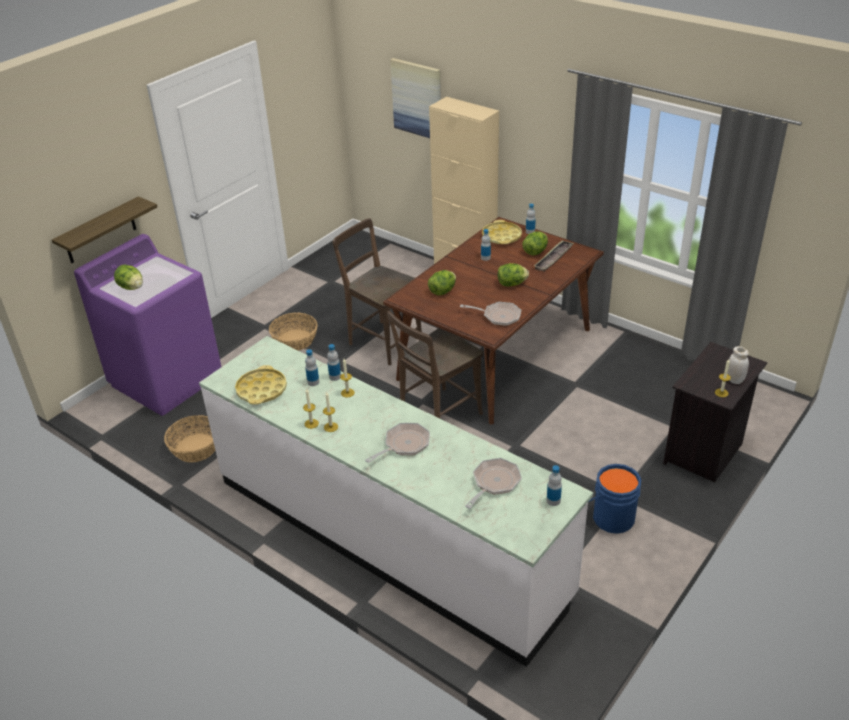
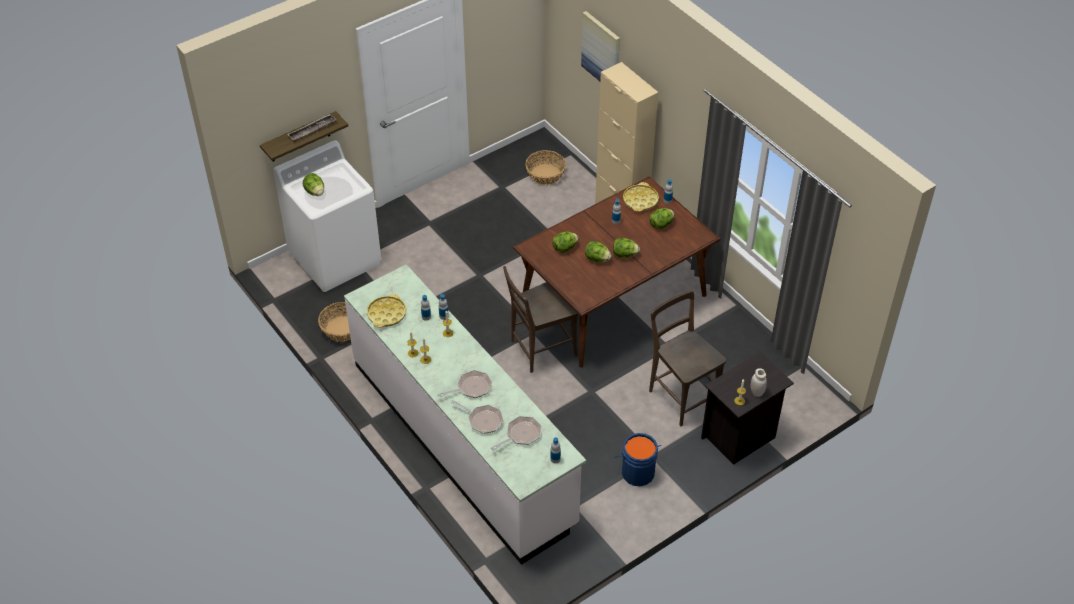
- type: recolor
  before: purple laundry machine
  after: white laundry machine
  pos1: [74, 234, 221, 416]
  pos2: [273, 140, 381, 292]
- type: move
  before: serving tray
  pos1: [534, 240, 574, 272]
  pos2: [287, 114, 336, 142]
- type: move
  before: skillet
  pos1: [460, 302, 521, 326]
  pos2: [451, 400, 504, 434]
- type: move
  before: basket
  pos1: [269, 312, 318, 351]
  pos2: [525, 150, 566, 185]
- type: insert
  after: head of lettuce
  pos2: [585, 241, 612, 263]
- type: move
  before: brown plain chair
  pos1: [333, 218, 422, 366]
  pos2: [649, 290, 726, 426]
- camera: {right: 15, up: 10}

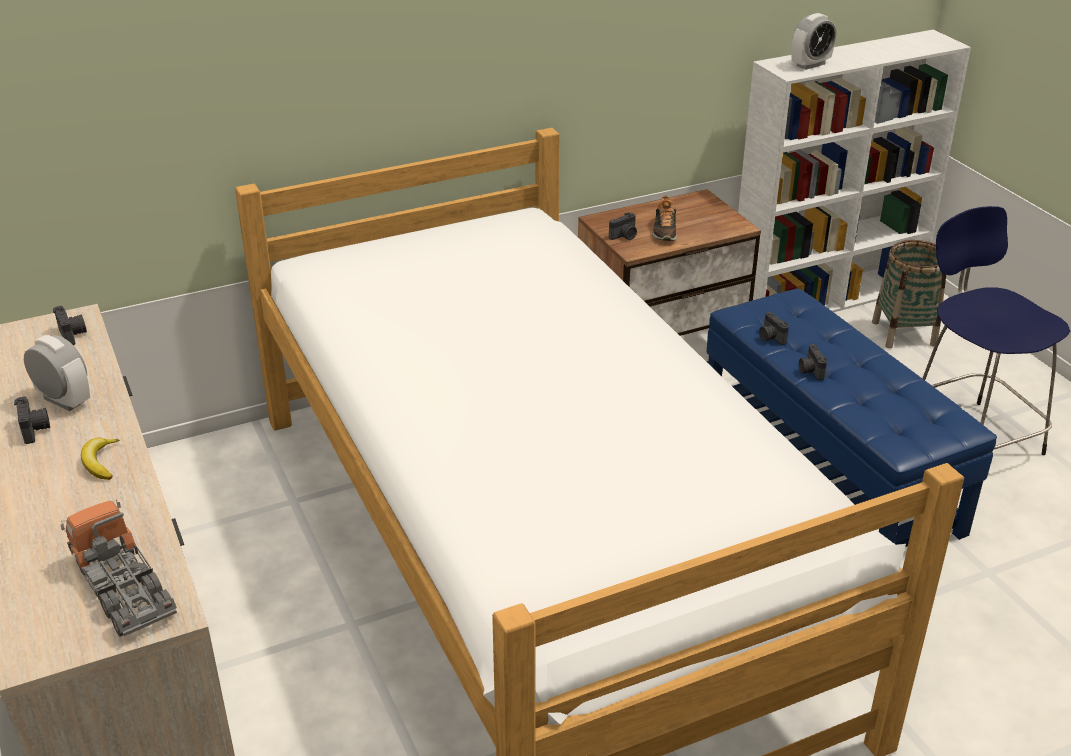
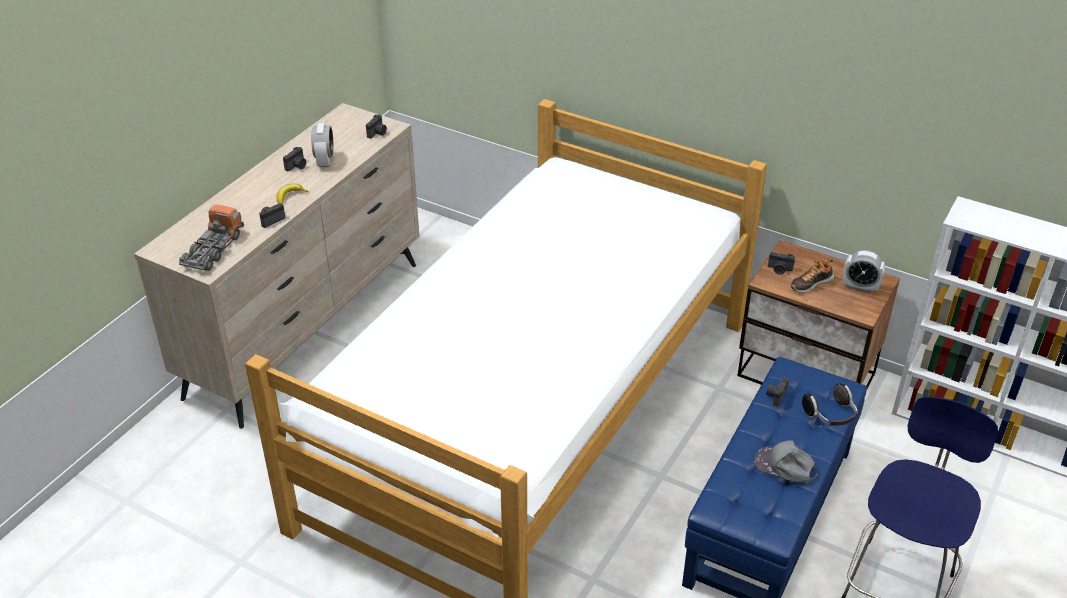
- type: move
  before: still camera
  pos1: [799, 344, 827, 380]
  pos2: [259, 203, 285, 228]
- type: insert
  after: greyish baseball cap
  pos2: [754, 440, 817, 483]
- type: insert
  after: pair of headphones
  pos2: [802, 383, 858, 426]
- type: move
  before: bedside clock
  pos1: [791, 13, 836, 70]
  pos2: [843, 250, 885, 293]
- type: delete
  before: basket
  pos1: [872, 240, 946, 348]
- camera: {right: 55, up: 5}

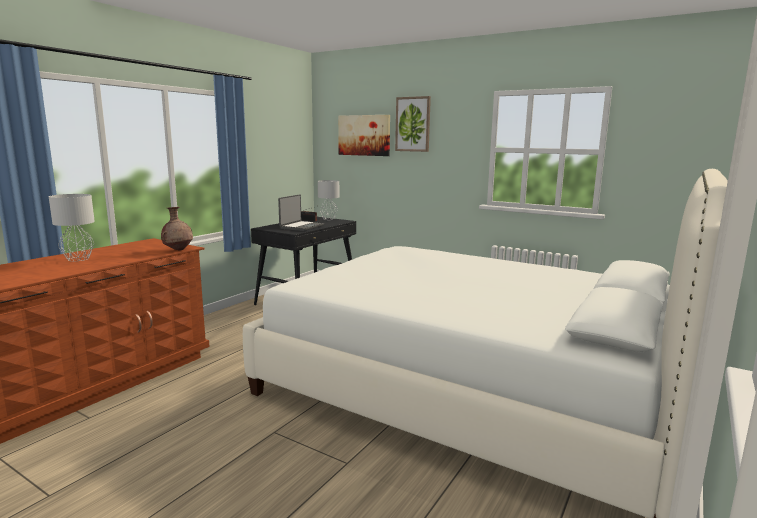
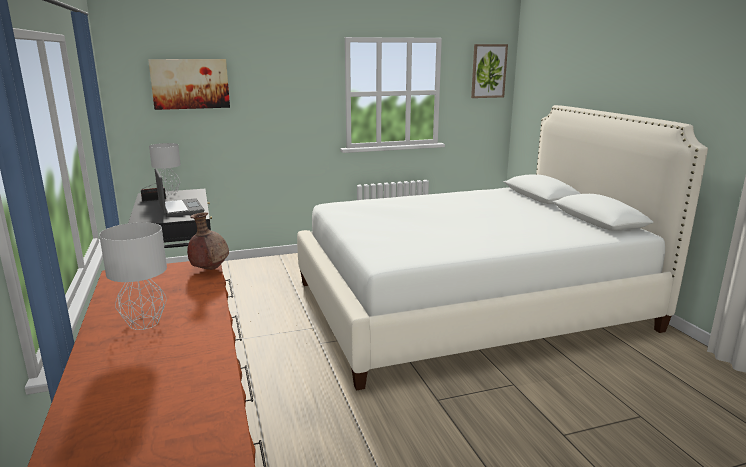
- type: move
  before: wall picture
  pos1: [395, 96, 431, 152]
  pos2: [471, 44, 508, 98]
- camera: {right: -50, up: 5}

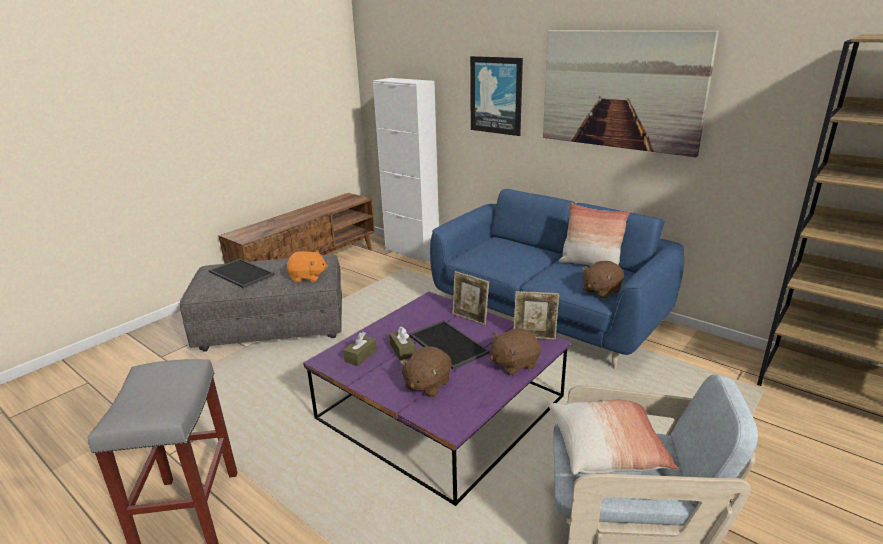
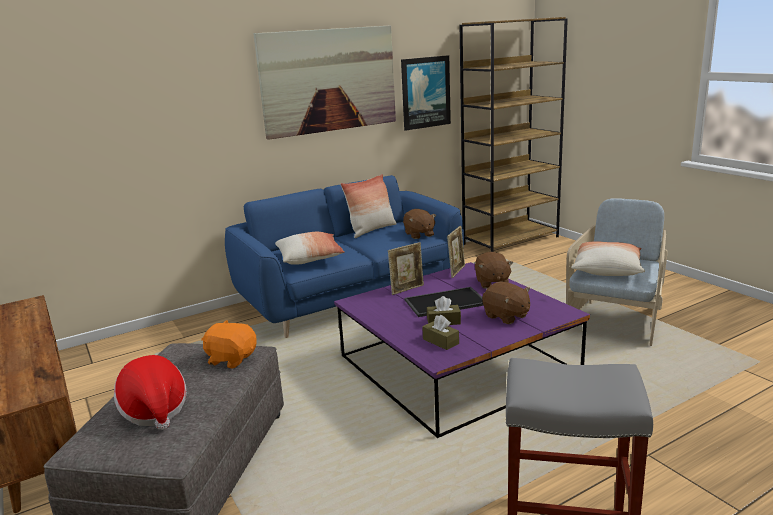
- type: replace
  before: serving tray
  after: wearable hat
  pos1: [209, 259, 275, 288]
  pos2: [114, 355, 187, 430]
- type: rotate
  before: orangey cuddly toy
  pos1: [287, 250, 328, 282]
  pos2: [201, 320, 257, 369]
  turn: -90
- type: insert
  after: throw pillow
  pos2: [275, 232, 345, 265]
- type: move
  before: wall picture
  pos1: [470, 56, 523, 136]
  pos2: [401, 55, 451, 131]
- type: delete
  before: white cabinet
  pos1: [373, 78, 439, 262]
- camera: {right: -70, up: -5}

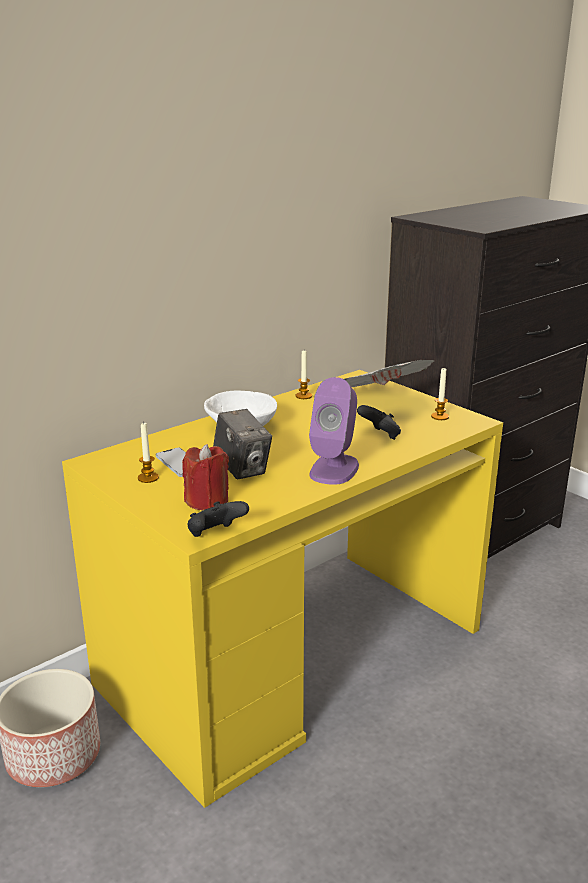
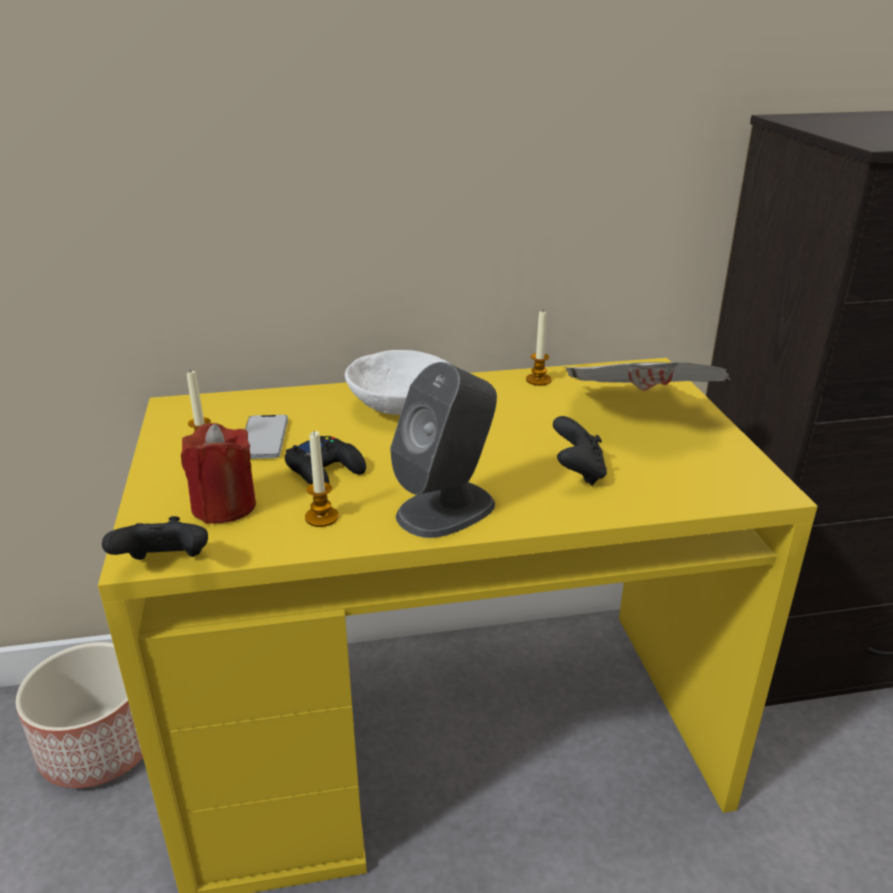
- type: replace
  before: still camera
  after: black game controller
  pos1: [213, 409, 272, 479]
  pos2: [285, 436, 366, 485]
- type: move
  before: candle
  pos1: [431, 368, 449, 420]
  pos2: [305, 431, 339, 527]
- type: recolor
  before: purple audio speaker
  after: greyish audio speaker
  pos1: [309, 377, 359, 485]
  pos2: [390, 362, 497, 538]
- camera: {right: 30, up: 5}

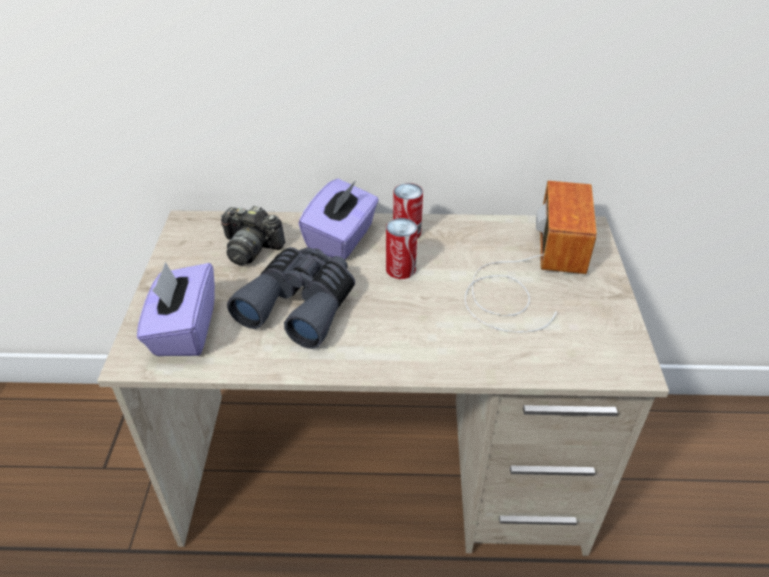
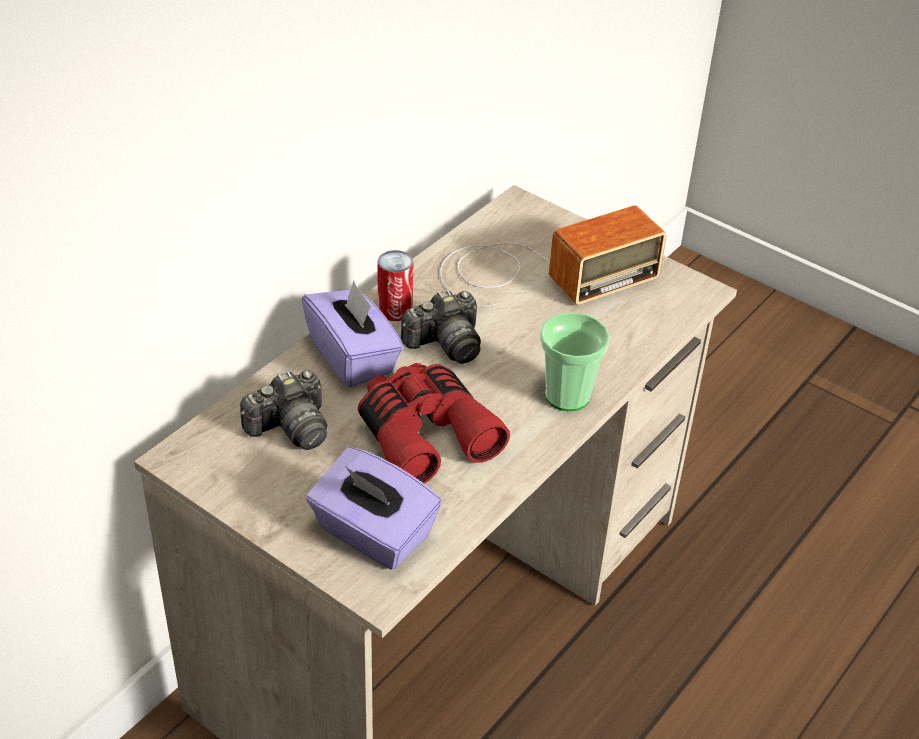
- type: recolor
  before: greyish binoculars
  after: red-coloured binoculars
  pos1: [227, 247, 355, 349]
  pos2: [358, 363, 510, 484]
- type: replace
  before: can
  after: still camera
  pos1: [386, 218, 417, 279]
  pos2: [401, 290, 481, 364]
- type: rotate
  before: radio set
  pos1: [465, 181, 597, 332]
  pos2: [440, 205, 667, 307]
  turn: 105
- type: insert
  after: small cup
  pos2: [540, 312, 610, 411]
- camera: {right: -55, up: 0}

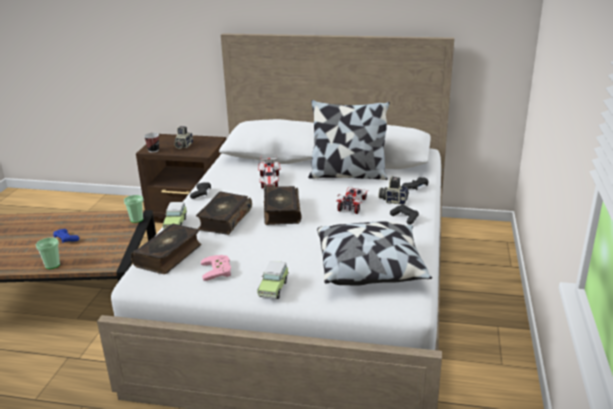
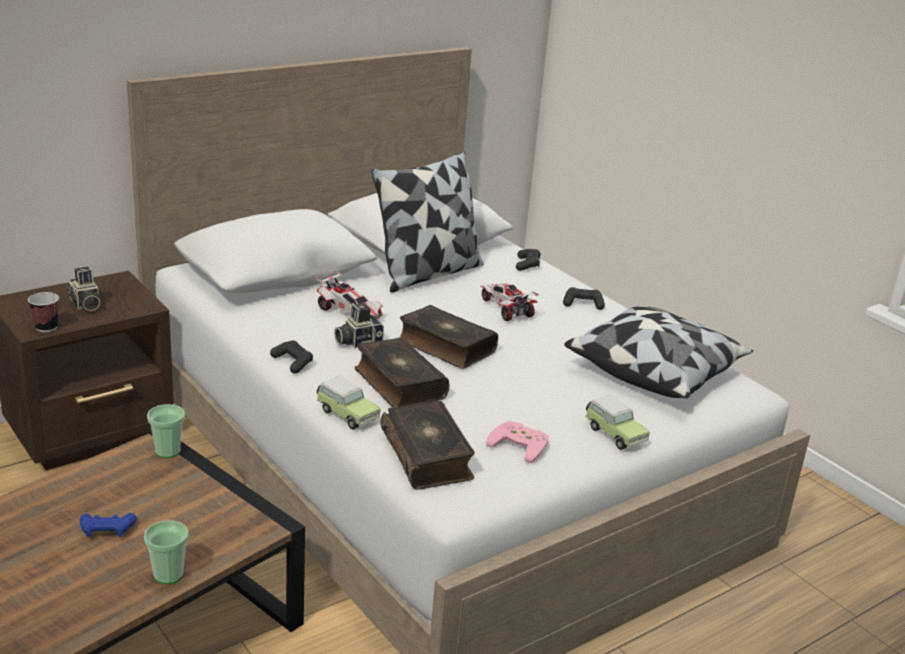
- type: move
  before: still camera
  pos1: [379, 176, 409, 205]
  pos2: [334, 303, 384, 348]
- camera: {right: -50, up: 0}

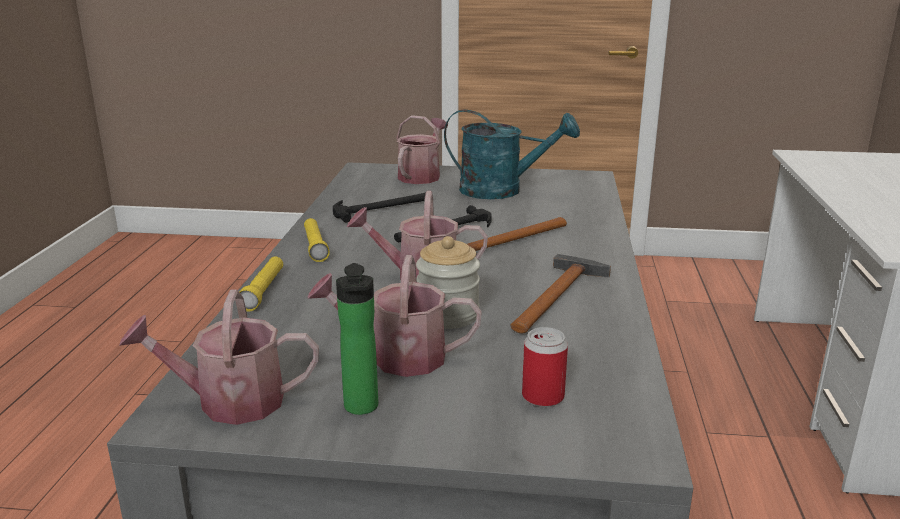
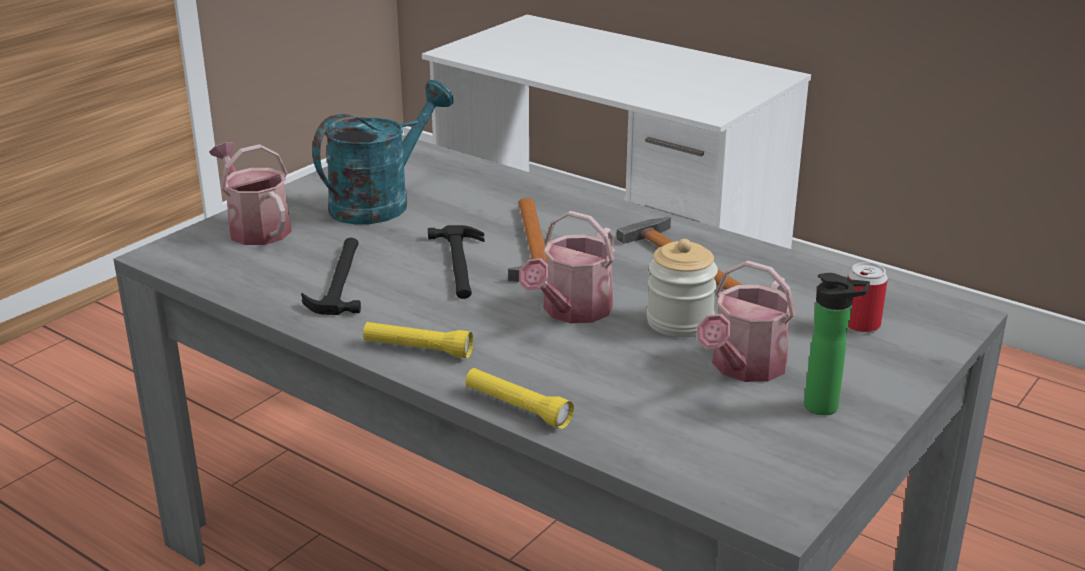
- type: delete
  before: sprinkling can
  pos1: [119, 289, 319, 425]
- camera: {right: -60, up: 5}

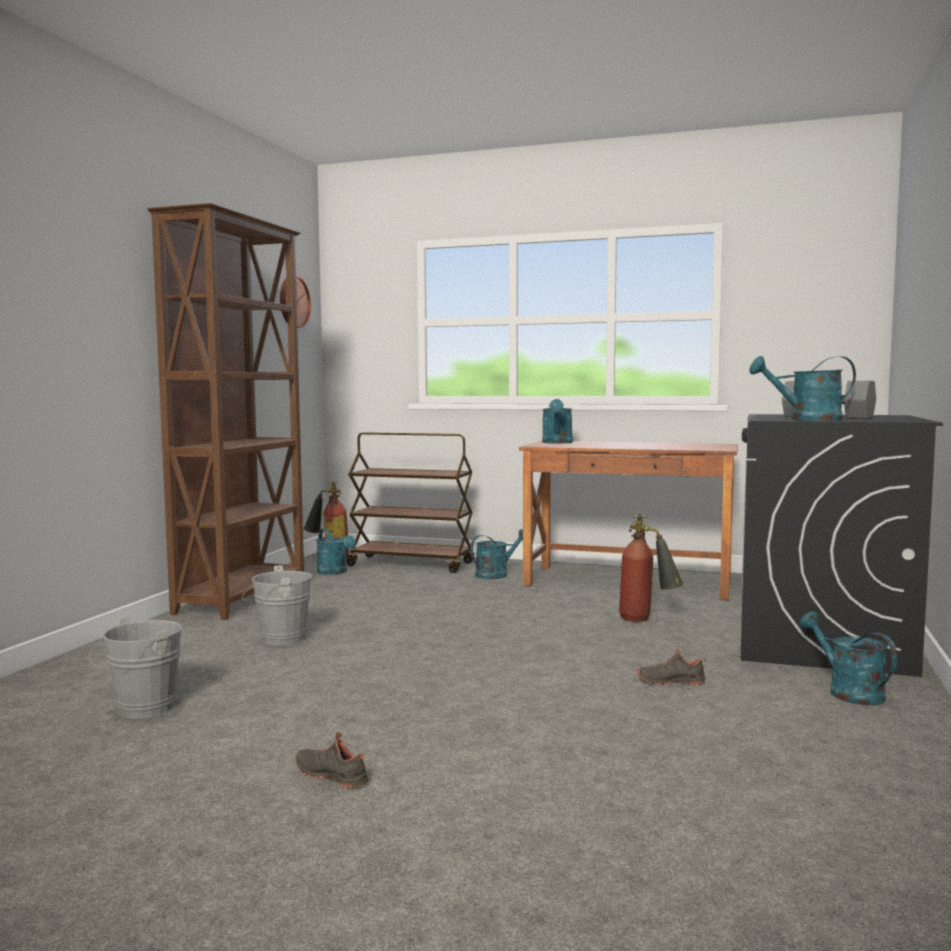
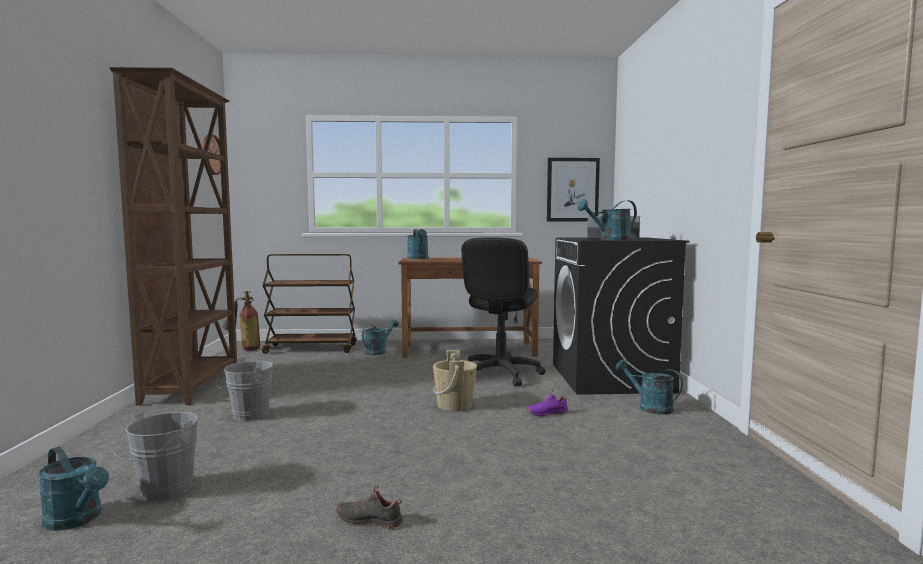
- type: move
  before: turquoise sprinkling can
  pos1: [316, 529, 356, 575]
  pos2: [38, 447, 109, 531]
- type: insert
  after: sand-coloured pail
  pos2: [433, 350, 477, 412]
- type: replace
  before: fire extinguisher
  after: black computer chair
  pos1: [619, 514, 683, 622]
  pos2: [461, 237, 546, 386]
- type: recolor
  before: black low shoe
  after: purple low shoe
  pos1: [637, 647, 706, 685]
  pos2: [526, 389, 568, 417]
- type: insert
  after: wall picture
  pos2: [547, 158, 600, 221]
- camera: {right: -20, up: 0}

